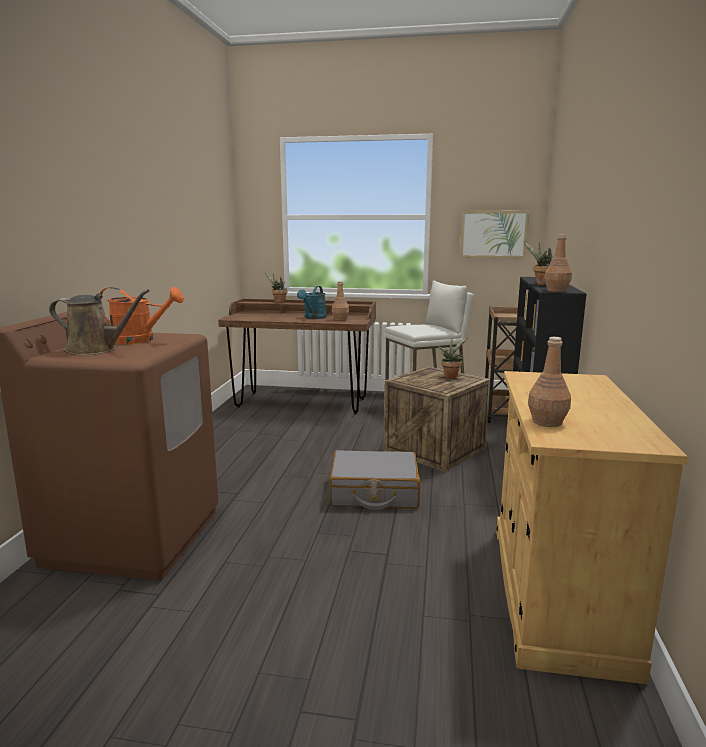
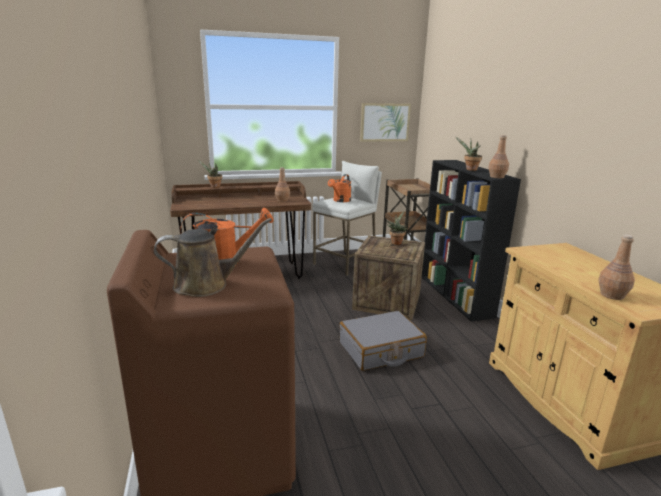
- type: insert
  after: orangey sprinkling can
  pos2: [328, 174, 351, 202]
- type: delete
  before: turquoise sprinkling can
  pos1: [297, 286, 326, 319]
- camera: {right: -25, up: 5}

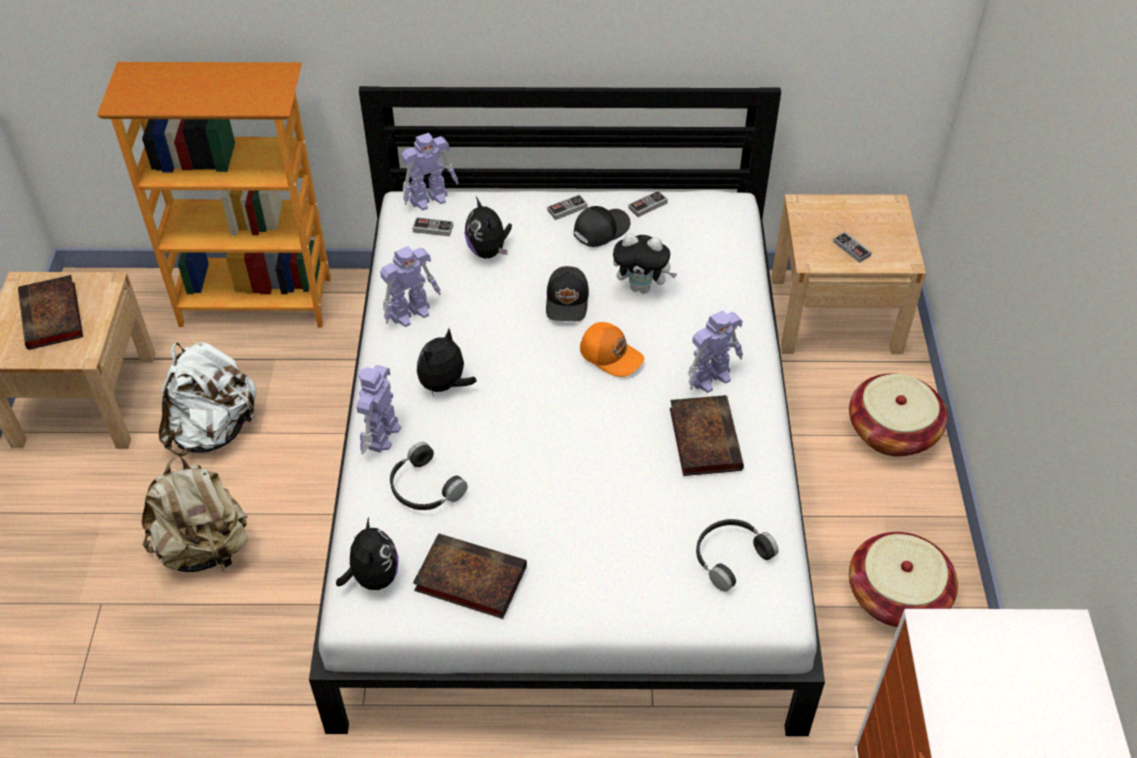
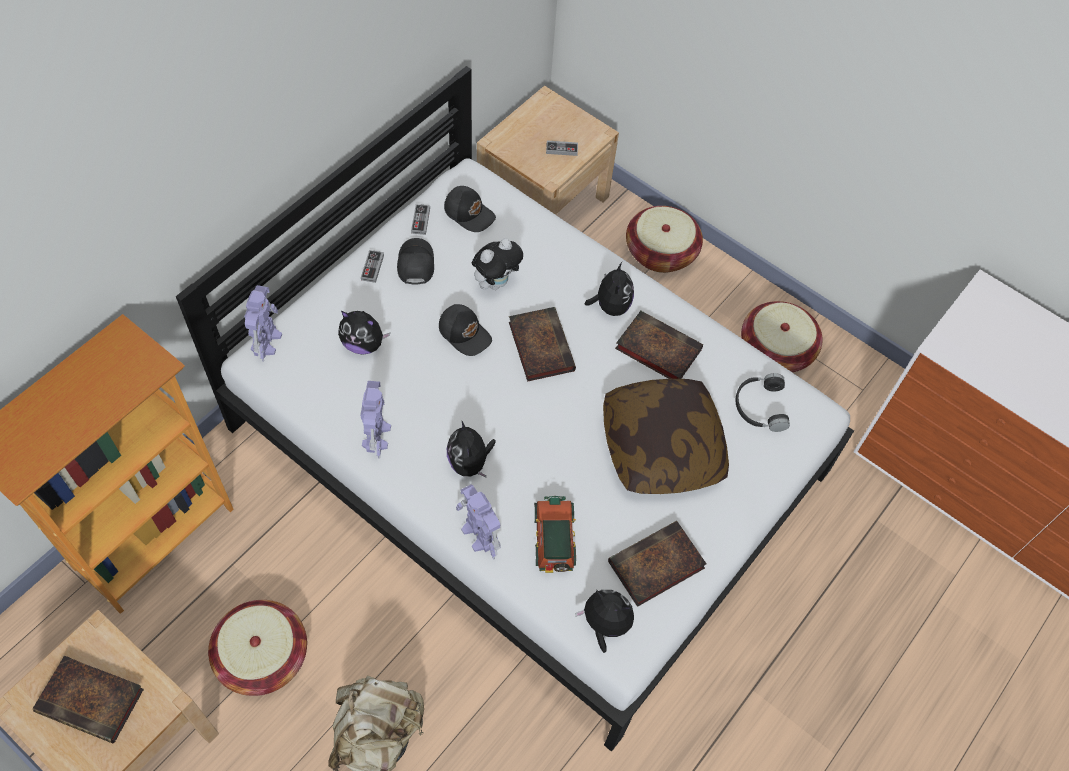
- type: replace
  before: white knapsack
  after: basket
  pos1: [159, 342, 257, 457]
  pos2: [208, 600, 307, 696]
- type: insert
  after: black baseball cap
  pos2: [444, 186, 496, 232]
- type: replace
  before: orangey baseball cap
  after: bound book
  pos1: [580, 322, 644, 377]
  pos2: [509, 307, 576, 382]
- type: replace
  before: black pair of headphones
  after: model car
  pos1: [390, 442, 468, 510]
  pos2: [534, 496, 576, 573]
- type: replace
  before: robot figure
  after: cuddly toy
  pos1: [688, 311, 743, 393]
  pos2: [585, 262, 634, 316]
- type: insert
  after: throw pillow
  pos2: [603, 379, 729, 494]
- type: delete
  before: game controller
  pos1: [412, 217, 453, 236]
- camera: {right: -55, up: 10}

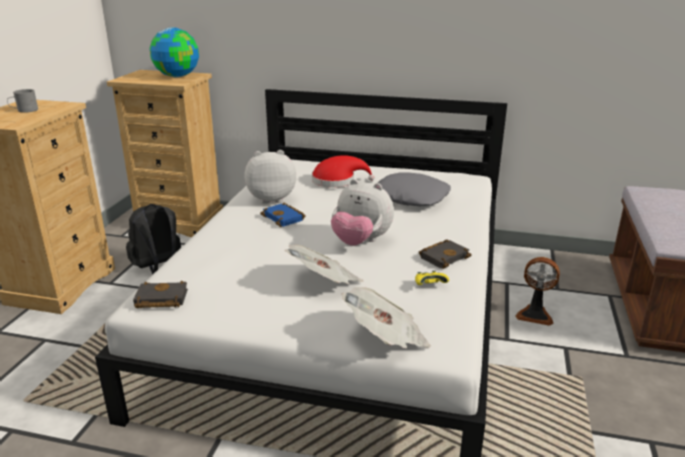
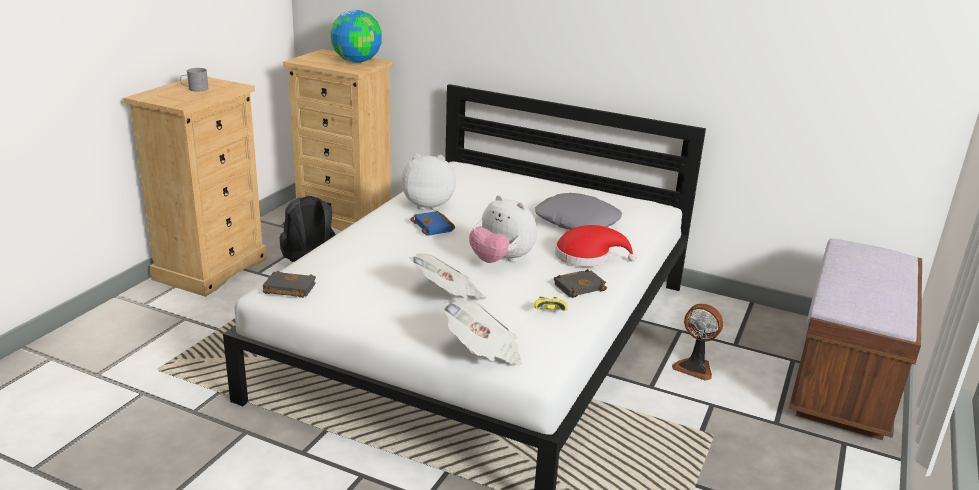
- type: move
  before: red-coloured wearable hat
  pos1: [312, 155, 375, 188]
  pos2: [555, 225, 636, 266]
- camera: {right: 10, up: 0}

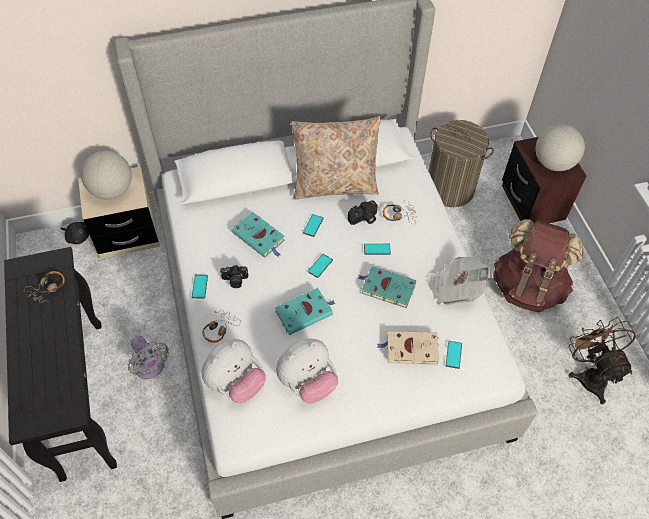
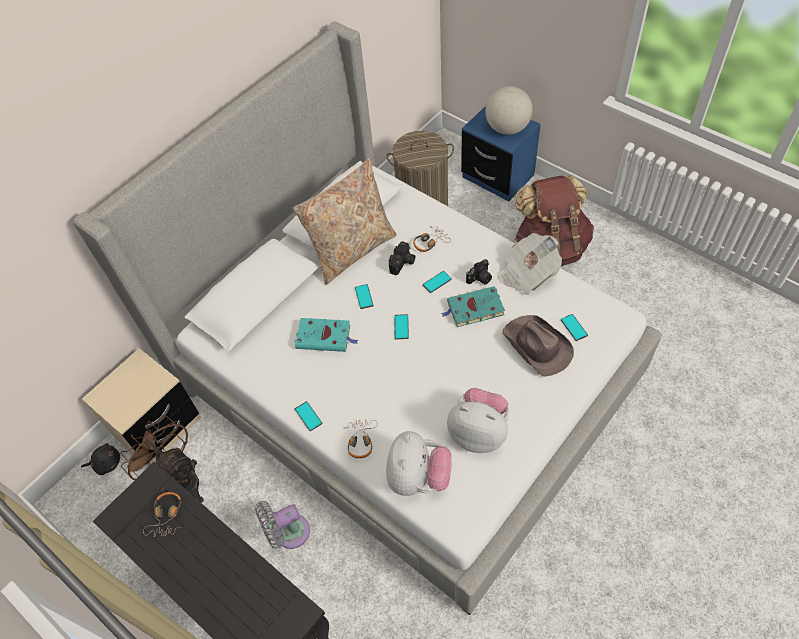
- type: move
  before: brown electric fan
  pos1: [569, 317, 636, 405]
  pos2: [120, 416, 204, 503]
- type: rotate
  before: greyish electric fan
  pos1: [128, 336, 169, 379]
  pos2: [255, 501, 310, 549]
  turn: 135
- type: rotate
  before: cuddly toy
  pos1: [276, 339, 338, 403]
  pos2: [447, 388, 509, 453]
  turn: -90
- type: recolor
  before: brown nightstand
  after: bluish nightstand
  pos1: [502, 137, 586, 223]
  pos2: [461, 106, 541, 201]
- type: move
  before: still camera
  pos1: [220, 265, 248, 288]
  pos2: [466, 259, 492, 285]
- type: replace
  before: sand-coloured bound book
  after: brown wearable hat
  pos1: [377, 331, 439, 365]
  pos2: [503, 315, 574, 377]
- type: delete
  before: globe
  pos1: [81, 151, 132, 200]
- type: delete
  before: turquoise bound book
  pos1: [275, 288, 335, 335]
- camera: {right: -30, up: 0}

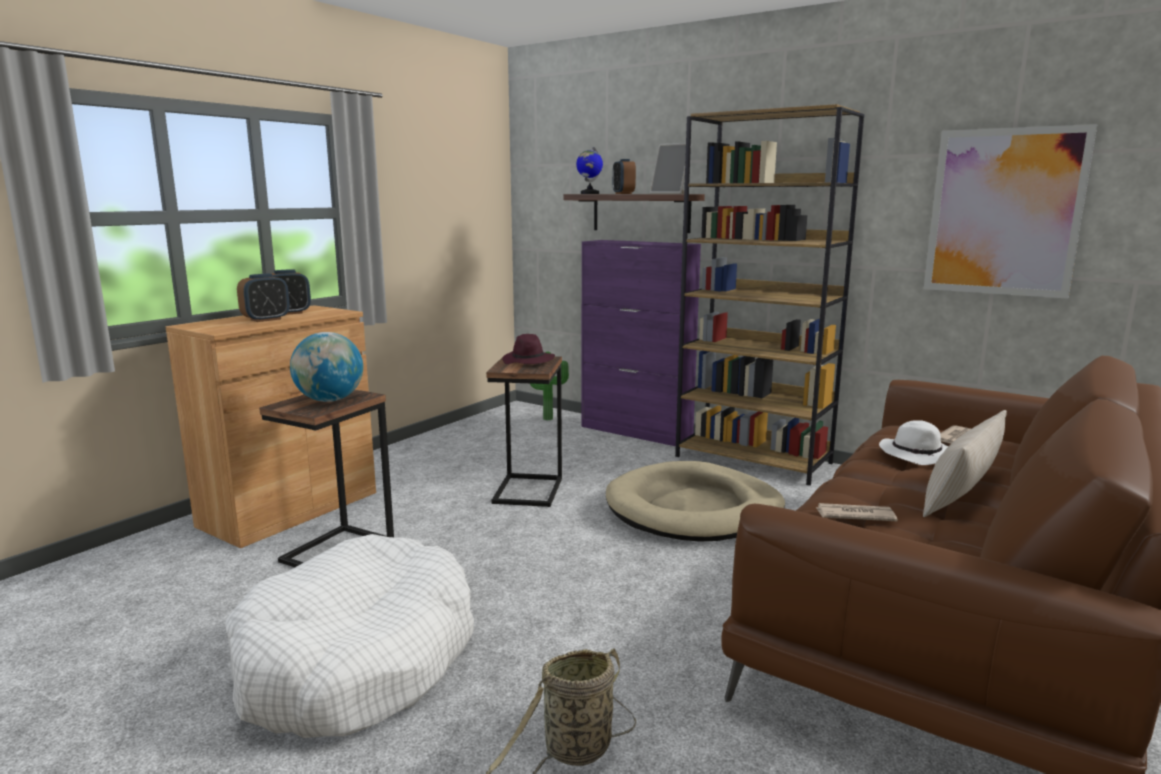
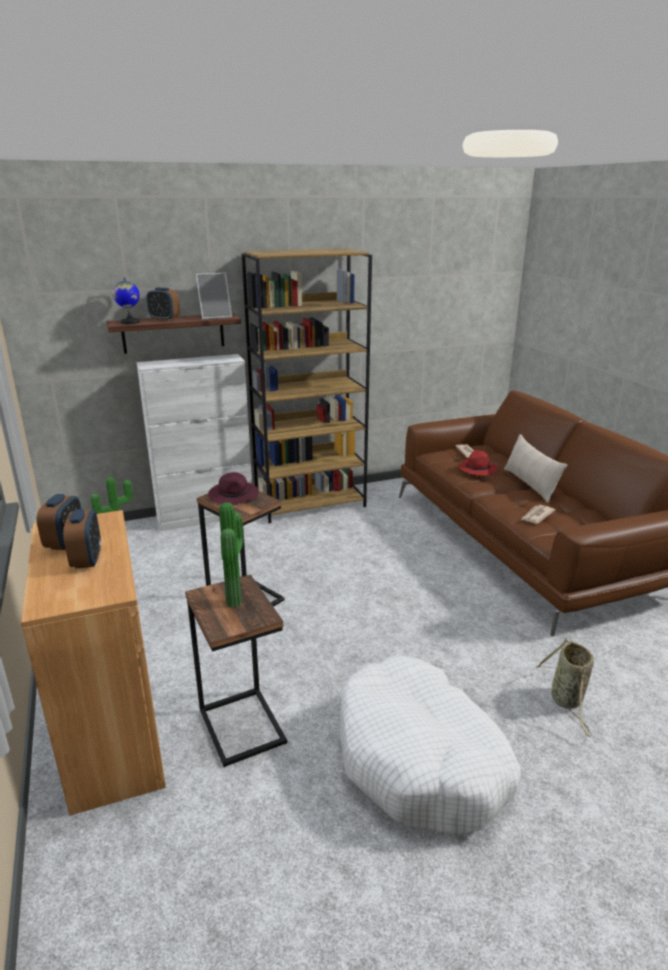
- type: recolor
  before: purple cabinet
  after: white cabinet
  pos1: [582, 240, 701, 446]
  pos2: [136, 354, 252, 531]
- type: replace
  before: globe
  after: plant in a pot
  pos1: [290, 332, 363, 402]
  pos2: [219, 502, 244, 608]
- type: recolor
  before: white wearable hat
  after: red-coloured wearable hat
  pos1: [879, 420, 948, 465]
  pos2: [458, 450, 497, 476]
- type: delete
  before: sand-coloured pet bed
  pos1: [606, 461, 785, 542]
- type: delete
  before: wall picture
  pos1: [924, 124, 1097, 299]
- camera: {right: -55, up: 10}

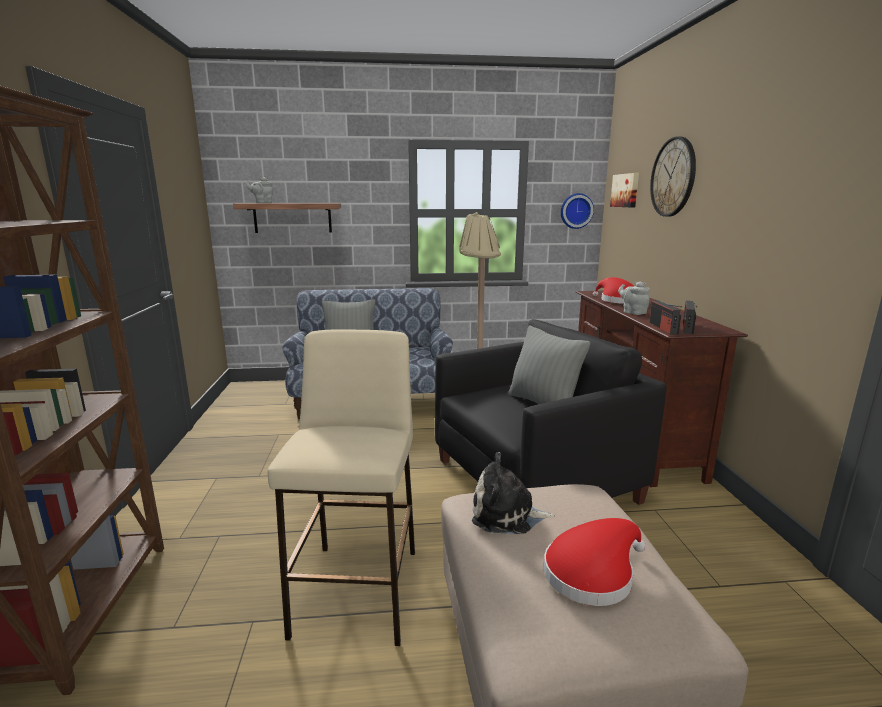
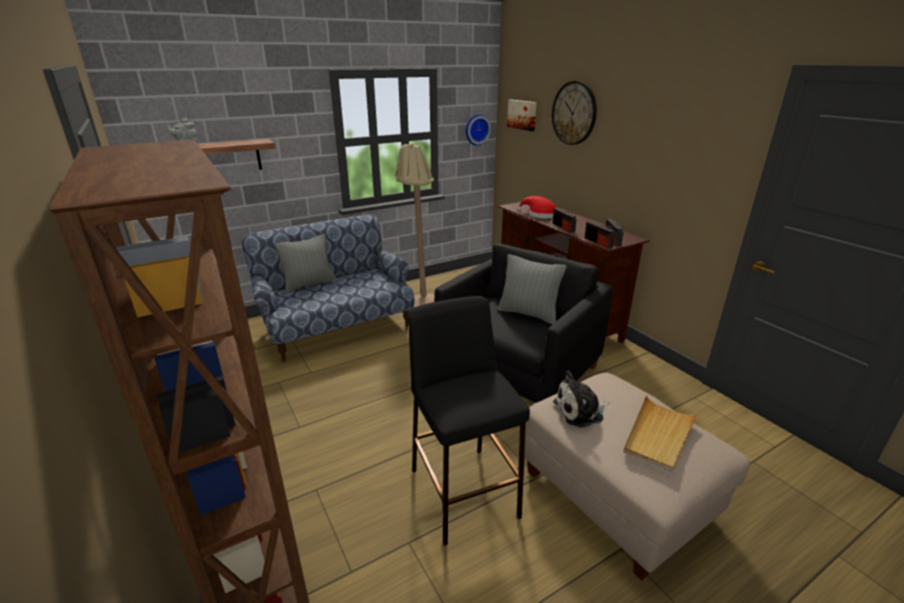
- type: recolor
  before: sand-coloured stool
  after: black stool
  pos1: [268, 329, 415, 646]
  pos2: [408, 296, 530, 546]
- type: replace
  before: greyish teapot
  after: radio set
  pos1: [618, 281, 650, 315]
  pos2: [552, 208, 577, 233]
- type: replace
  before: red-coloured wearable hat
  after: sand-coloured serving tray
  pos1: [544, 518, 646, 606]
  pos2: [623, 395, 698, 472]
- camera: {right: -25, up: 10}

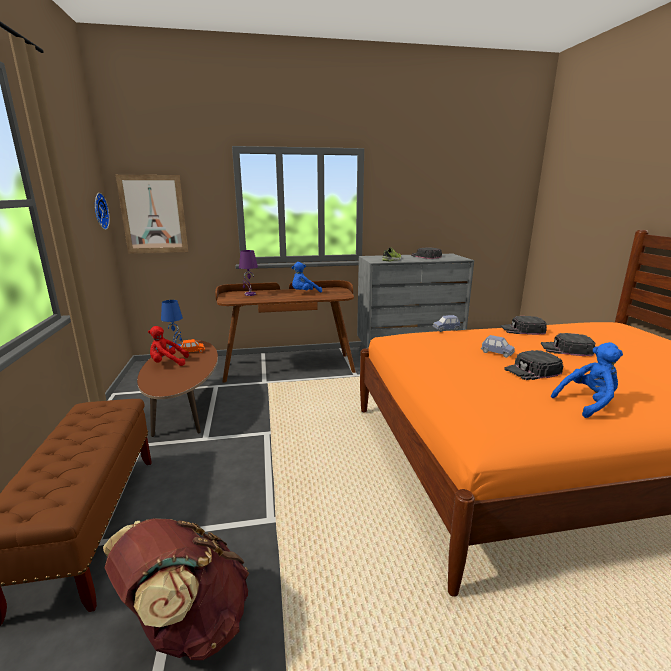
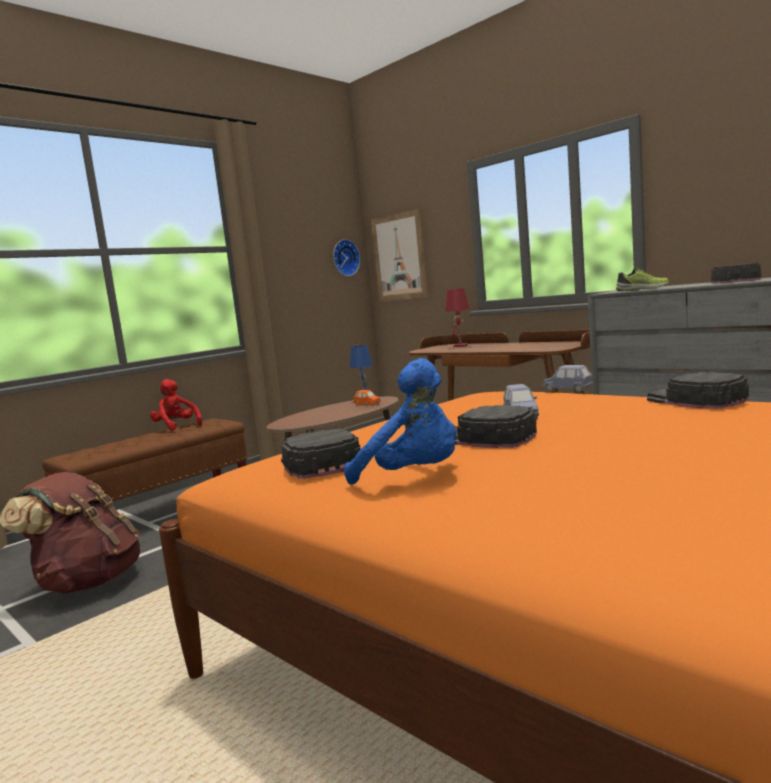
- type: move
  before: red-coloured cuddly toy
  pos1: [148, 326, 189, 366]
  pos2: [150, 379, 202, 430]
- type: move
  before: black baseball cap
  pos1: [541, 333, 595, 356]
  pos2: [281, 429, 360, 479]
- type: recolor
  before: purple tabletop lamp
  after: red-coloured tabletop lamp
  pos1: [239, 250, 258, 296]
  pos2: [445, 288, 470, 347]
- type: delete
  before: bluish cuddly toy
  pos1: [292, 262, 322, 293]
- camera: {right: 55, up: -10}

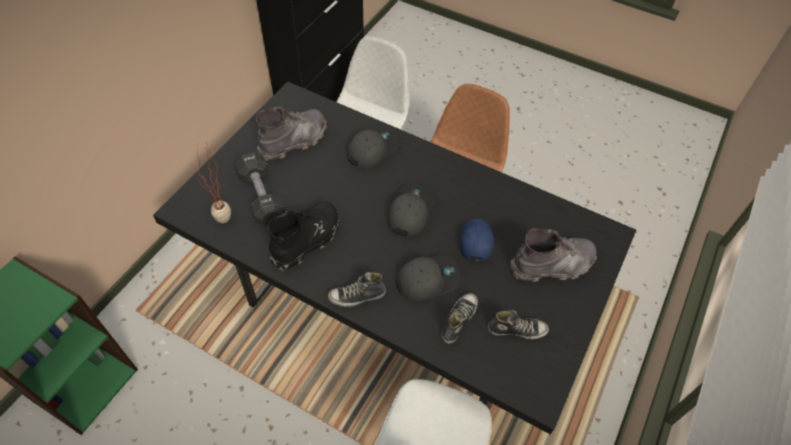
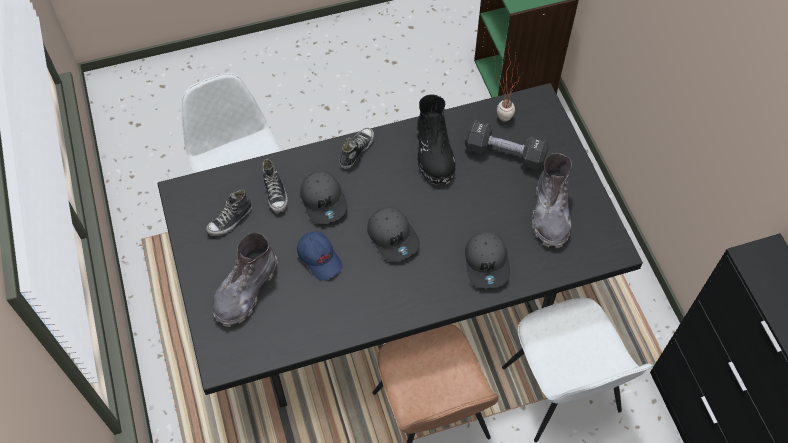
- type: rotate
  before: greyish baseball cap
  pos1: [396, 255, 461, 302]
  pos2: [300, 171, 347, 224]
  turn: -45
- camera: {right: 135, up: 5}

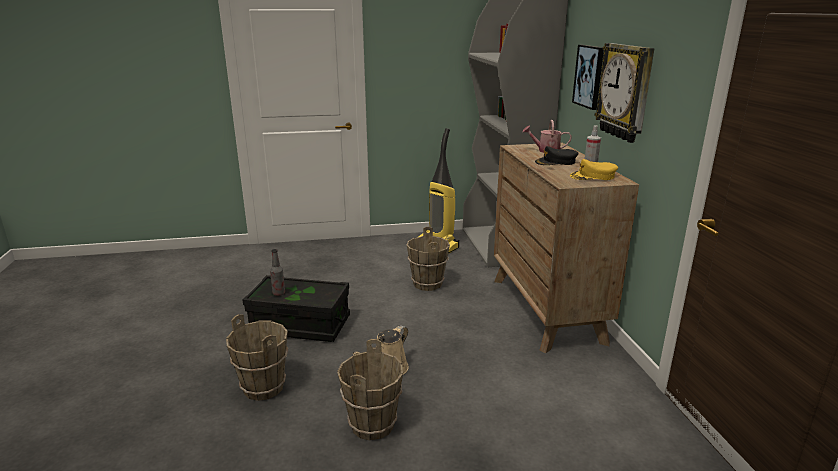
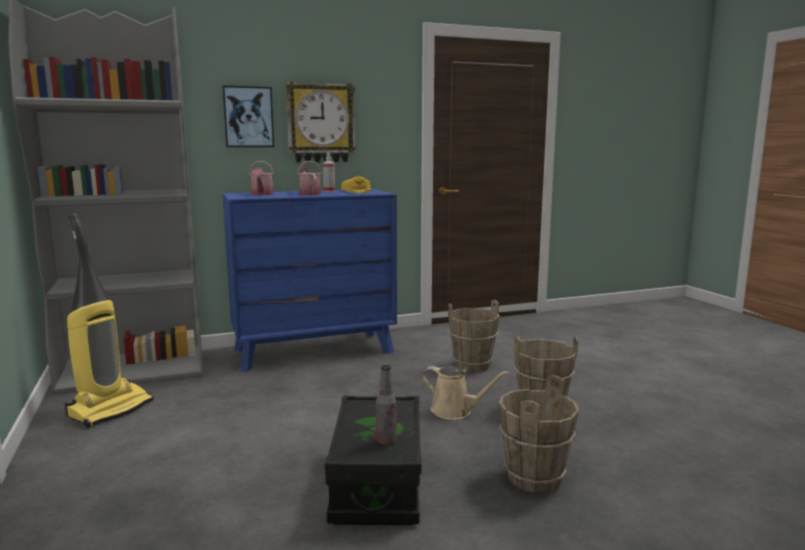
- type: recolor
  before: brown dresser
  after: bluish dresser
  pos1: [494, 143, 639, 353]
  pos2: [223, 189, 397, 372]
- type: replace
  before: black baseball cap
  after: sprinkling can
  pos1: [535, 146, 578, 165]
  pos2: [297, 161, 322, 195]
- type: move
  before: brown pail
  pos1: [407, 227, 450, 291]
  pos2: [448, 300, 500, 372]
- camera: {right: -100, up: -10}

